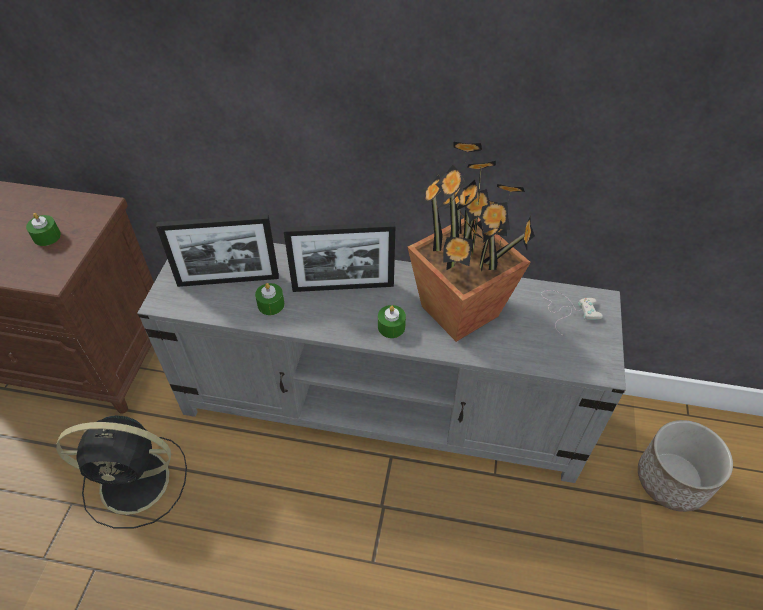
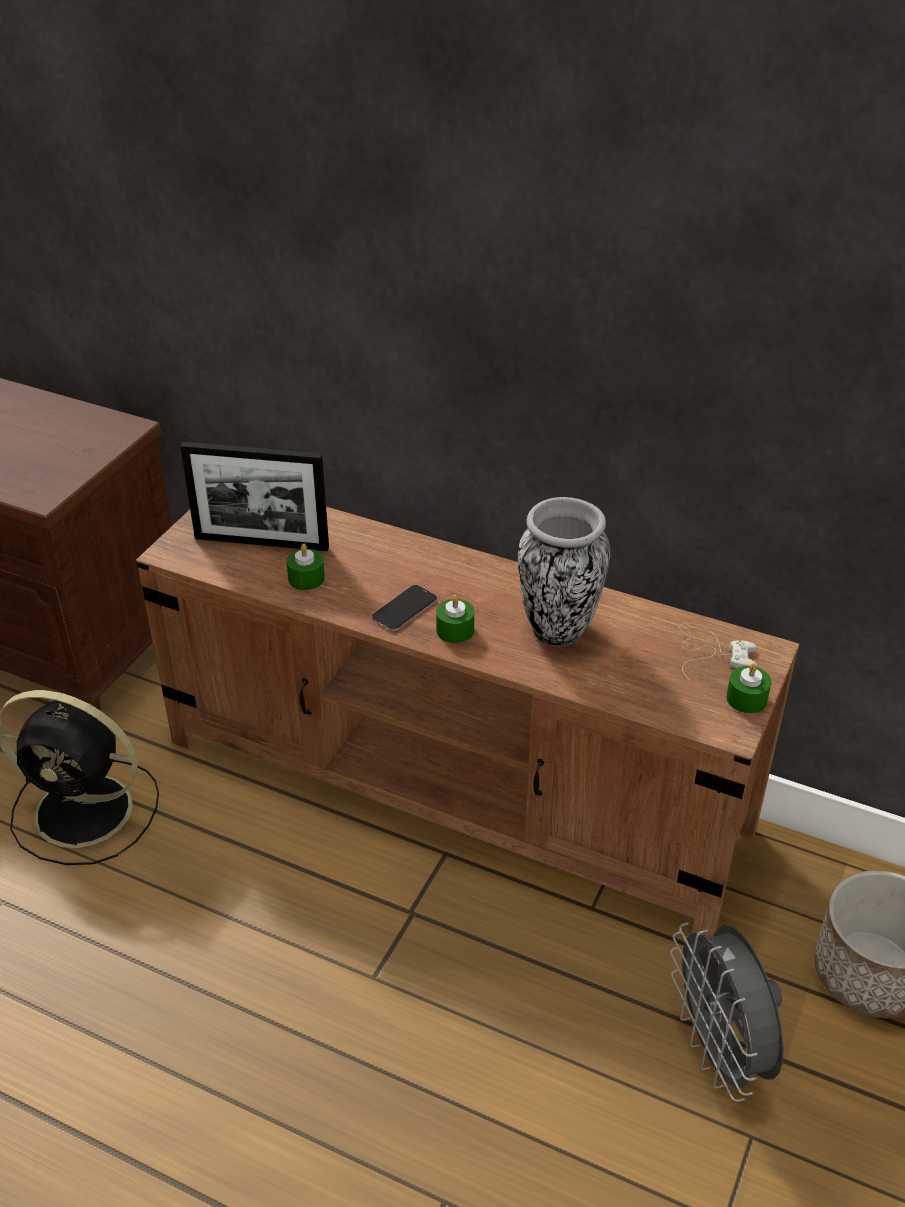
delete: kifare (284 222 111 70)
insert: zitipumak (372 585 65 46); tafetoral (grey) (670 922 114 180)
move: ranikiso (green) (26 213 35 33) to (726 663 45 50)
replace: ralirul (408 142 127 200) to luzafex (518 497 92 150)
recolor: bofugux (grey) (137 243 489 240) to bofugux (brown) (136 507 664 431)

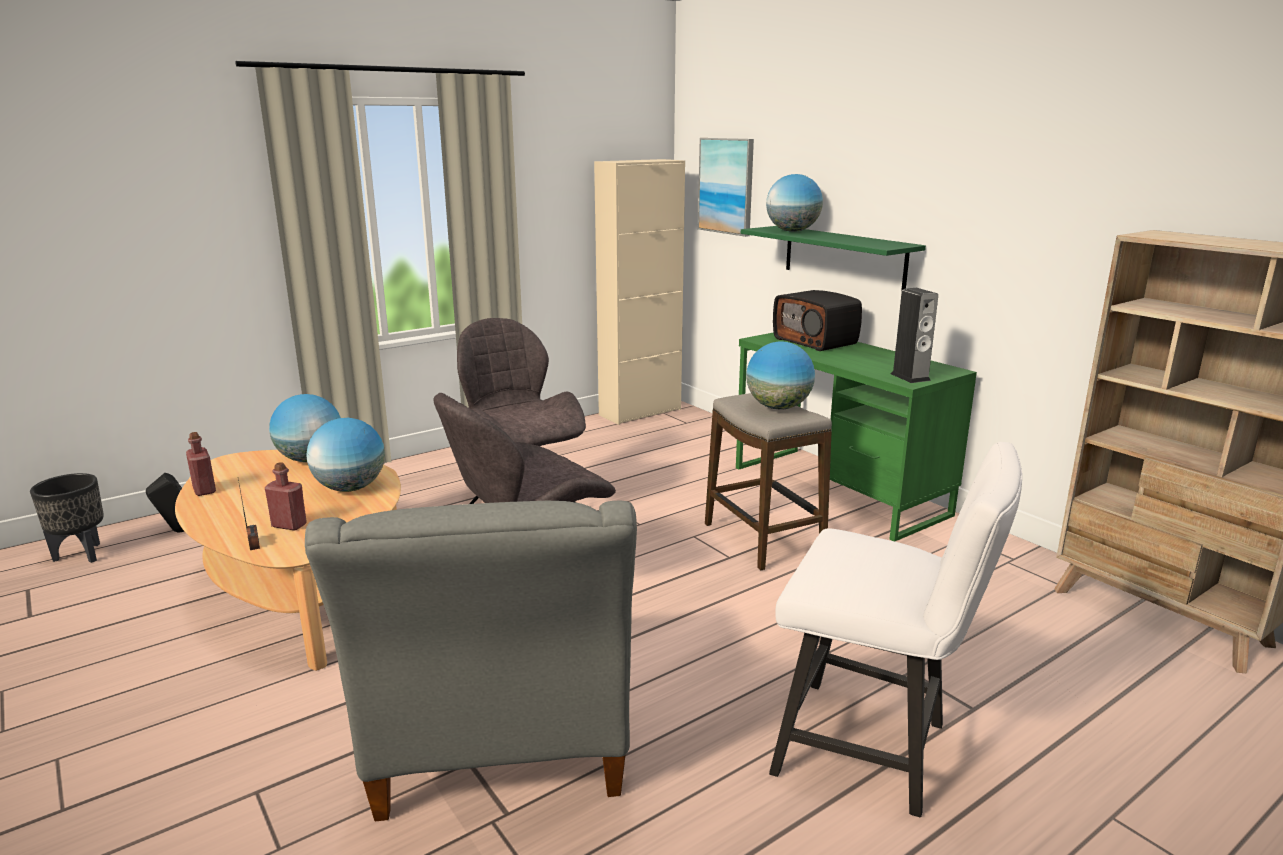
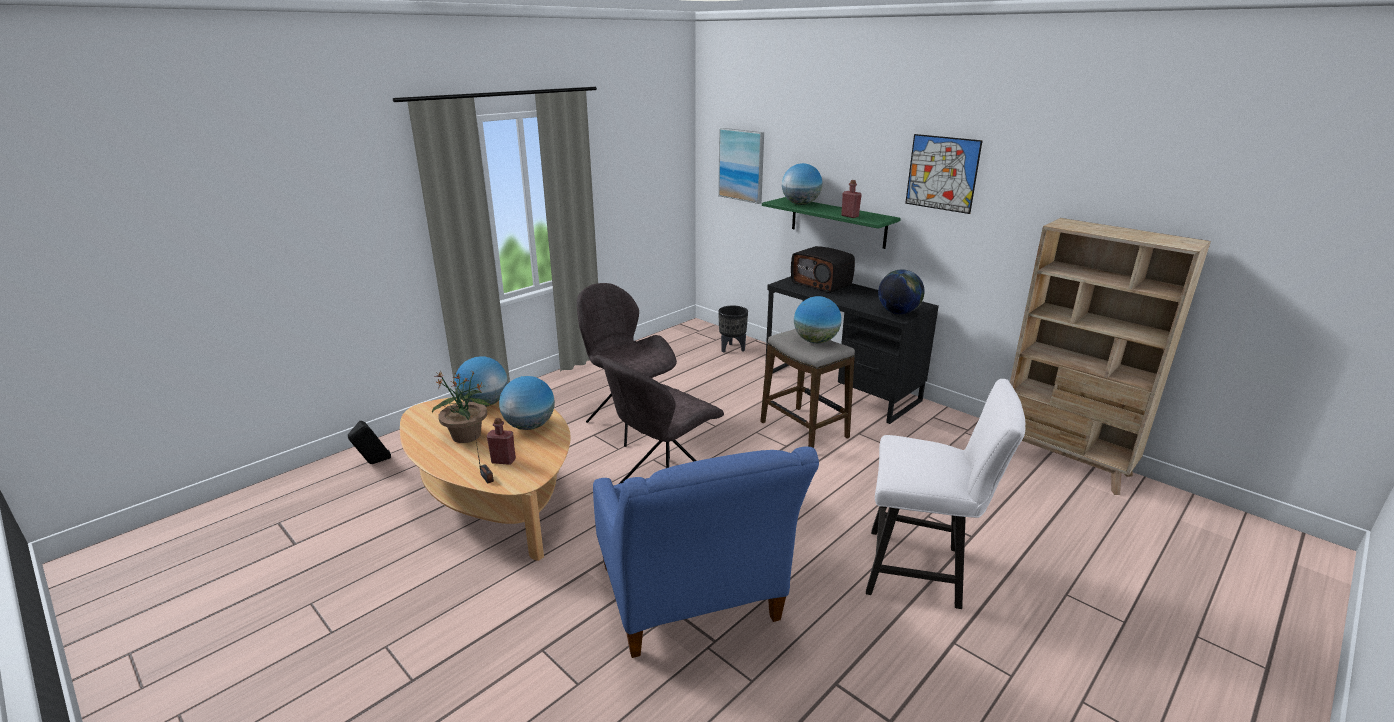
delete: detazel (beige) (594 159 91 266)
insert: ralirul (432 371 59 72); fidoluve (905 134 78 80)
move: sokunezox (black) (30 473 74 90) to (718 306 30 47); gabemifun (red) (186 432 30 64) to (841 180 21 38)
replace: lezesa (891 288 47 95) to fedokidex (878 269 47 45)
recolor: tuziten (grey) (305 501 332 320) to tuziten (blue) (593 446 226 212); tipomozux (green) (736 332 241 209) to tipomozux (black) (765 276 174 148)

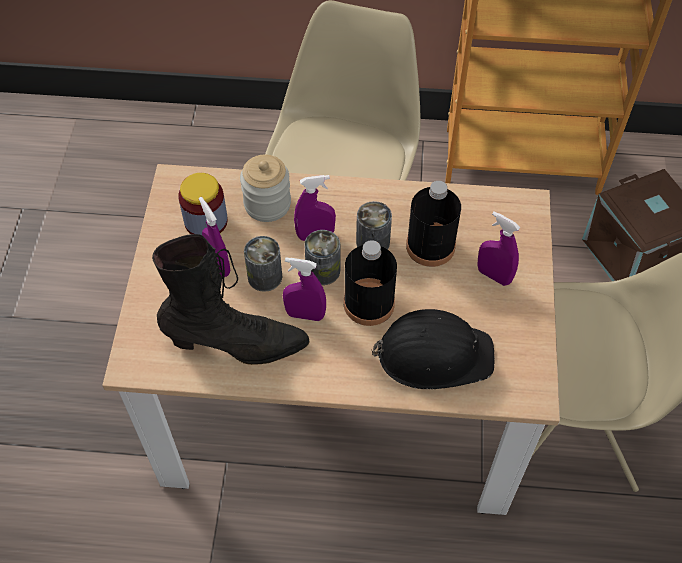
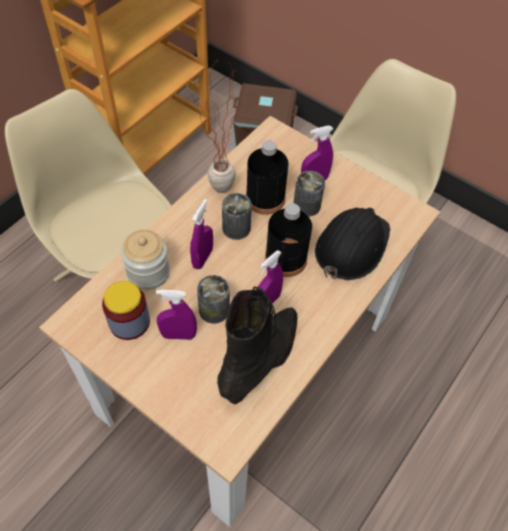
insert: ralirul (191 62 45 131)
move: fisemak (304 230 36 55) to (293 171 32 46)

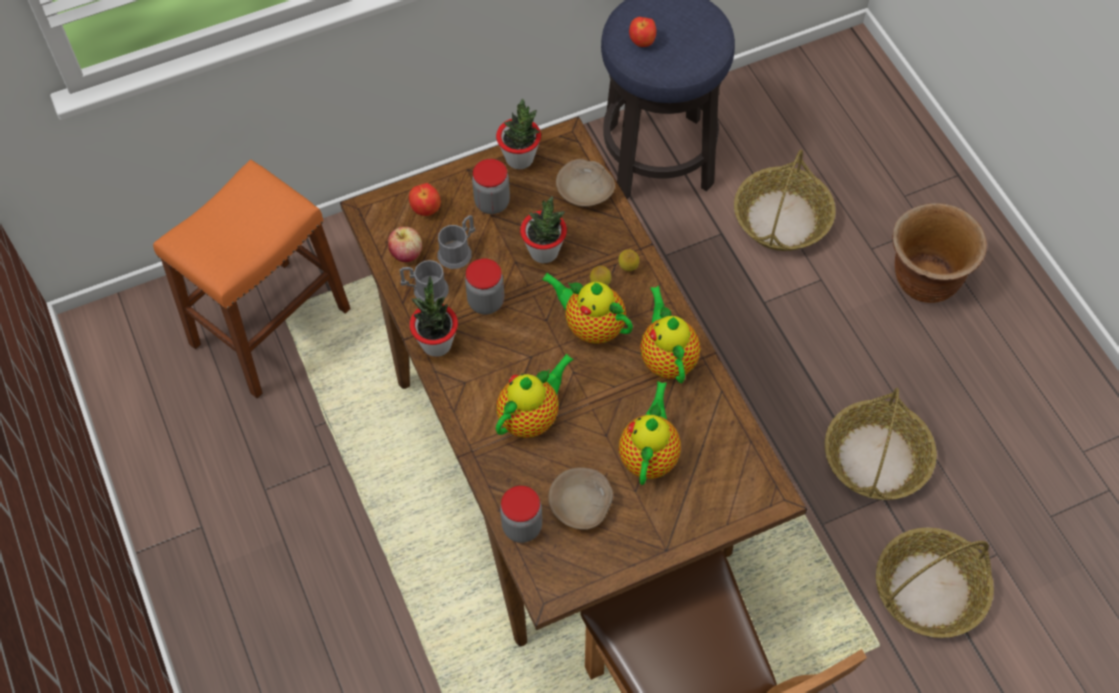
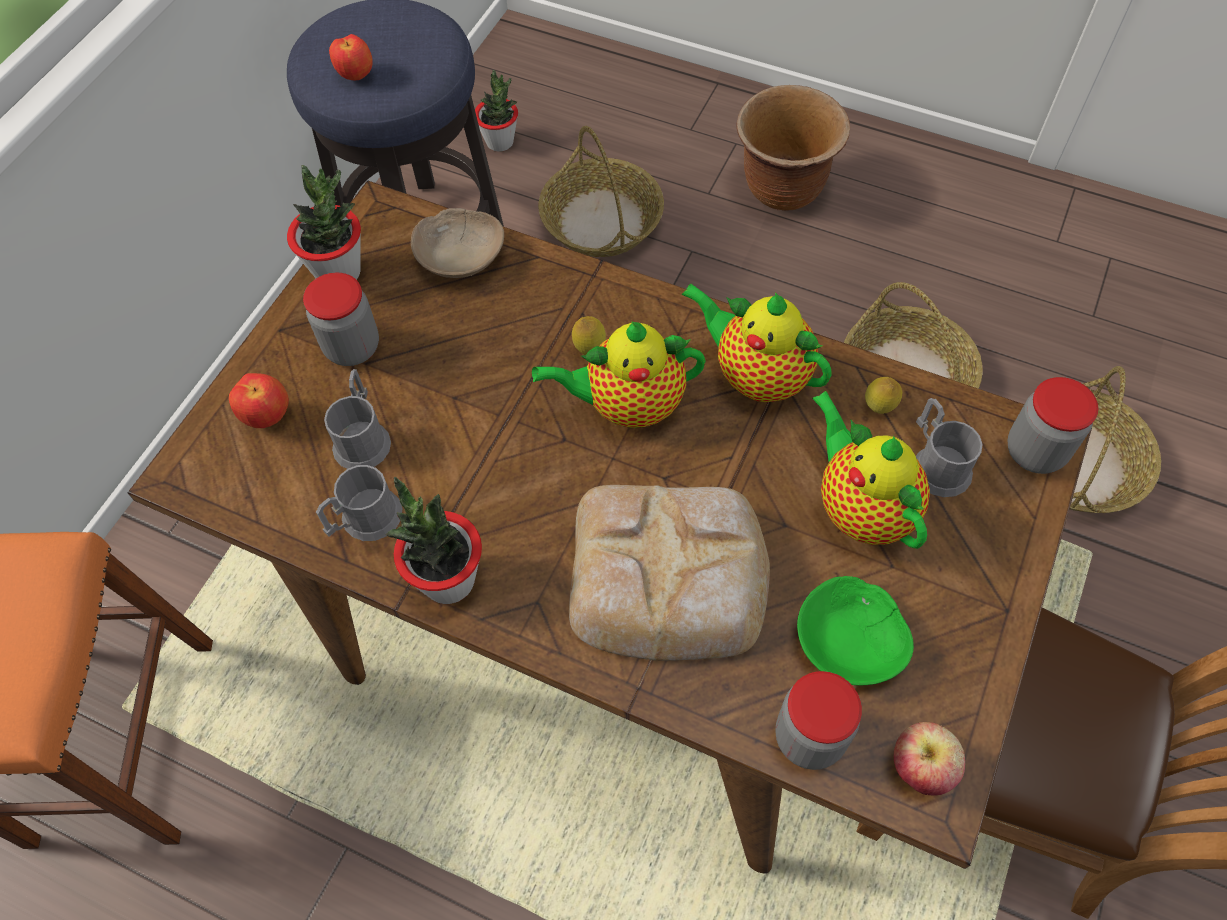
insert: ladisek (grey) (916 398 67 99)
move: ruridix (388 227 34 35) to (894 722 71 73); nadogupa (465 258 39 57) to (1007 377 91 97); ralirul (520 196 47 67) to (475 70 43 82); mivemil (618 250 21 21) to (865 377 37 37)
replace: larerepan (495 353 79 85) to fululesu (569 485 201 176)
recolor: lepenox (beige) (548 467 65 63) to lepenox (green) (797 576 117 110)

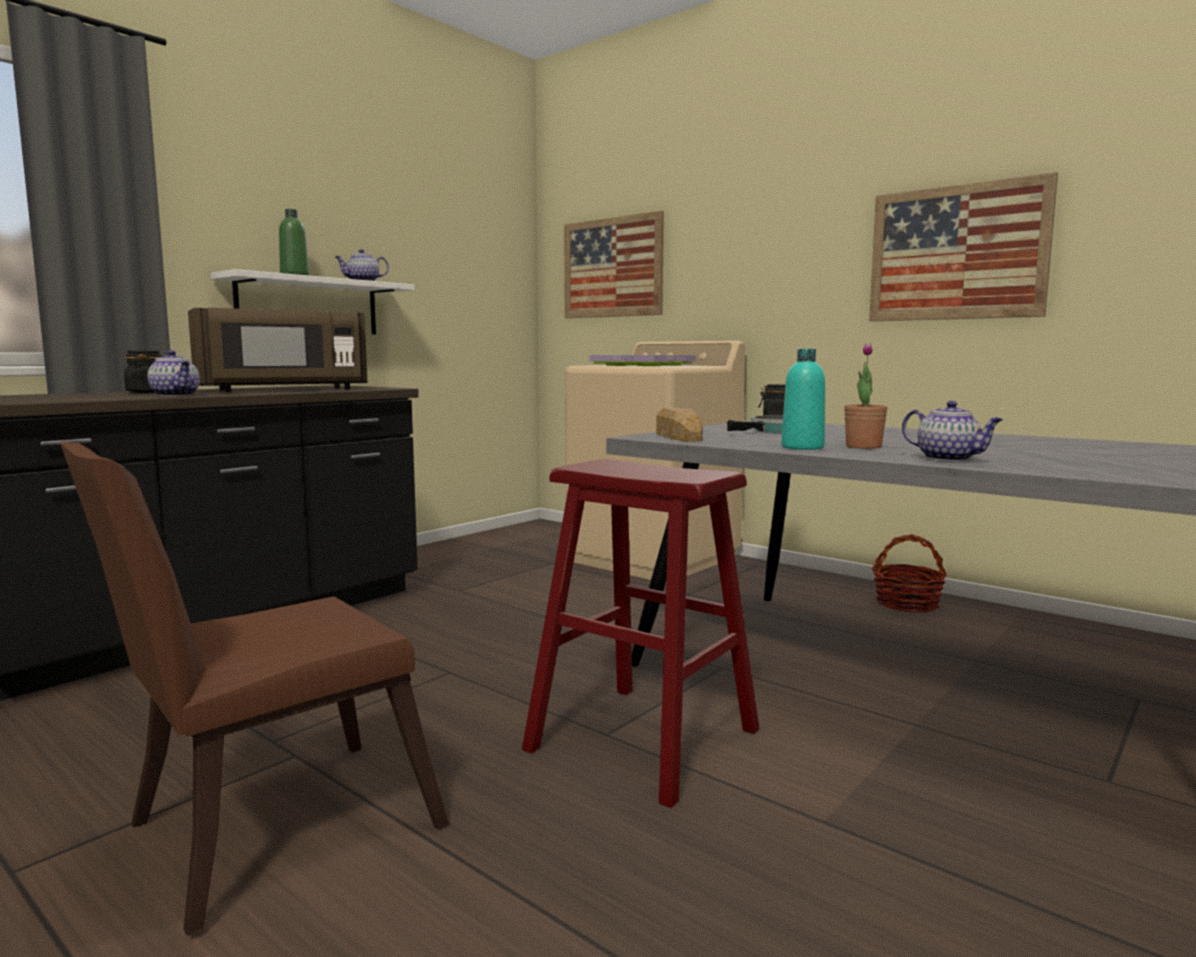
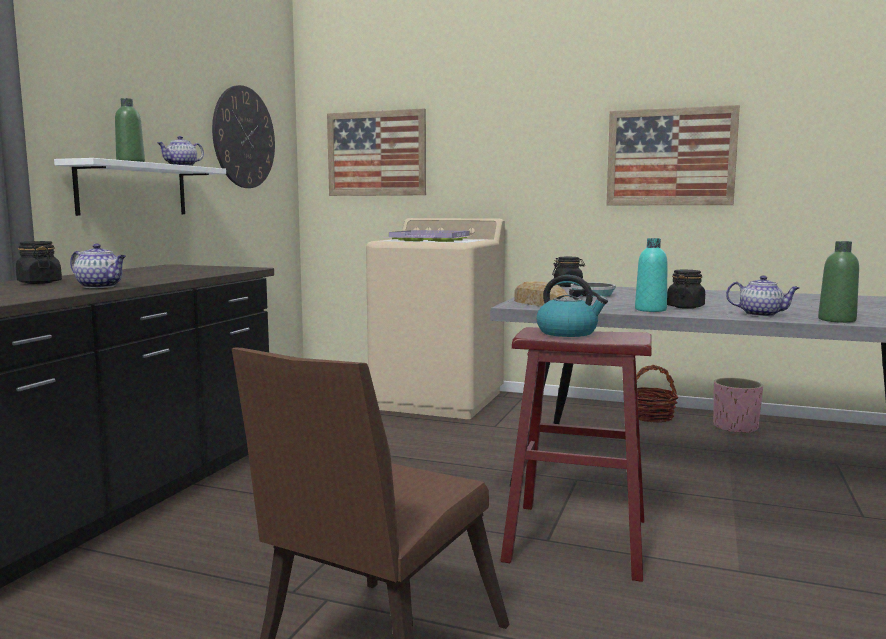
delete: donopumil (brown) (188 308 180 84)
insert: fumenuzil (212 85 63 103); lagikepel (536 275 72 62); sokunezox (pink) (713 378 50 57); gabemifun (green) (818 241 41 82)
replace: ralirul (844 343 44 106) to nadogupa (black) (667 270 38 39)

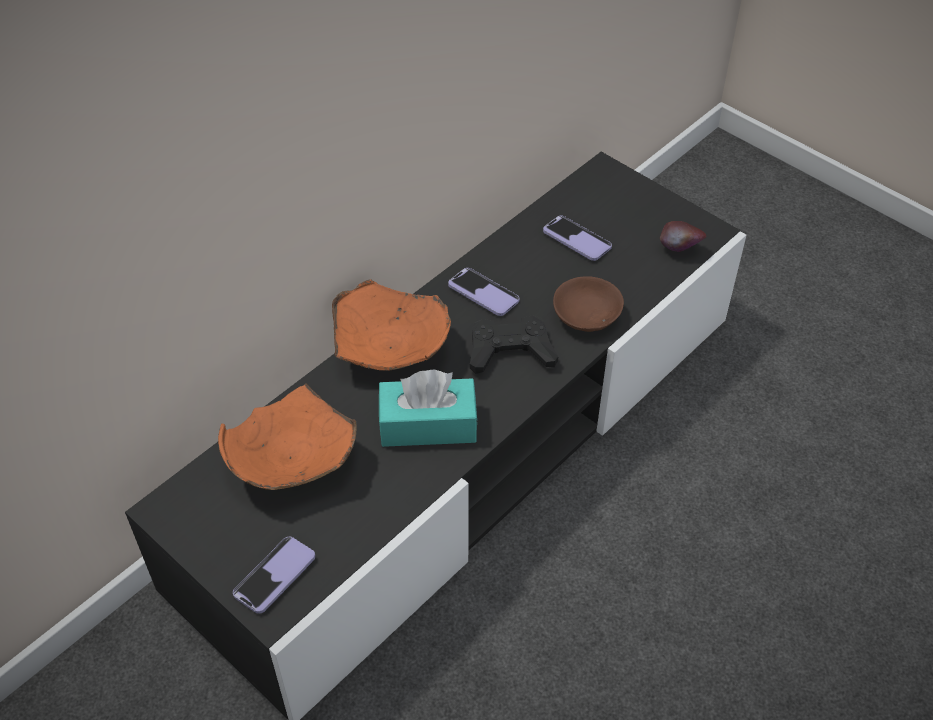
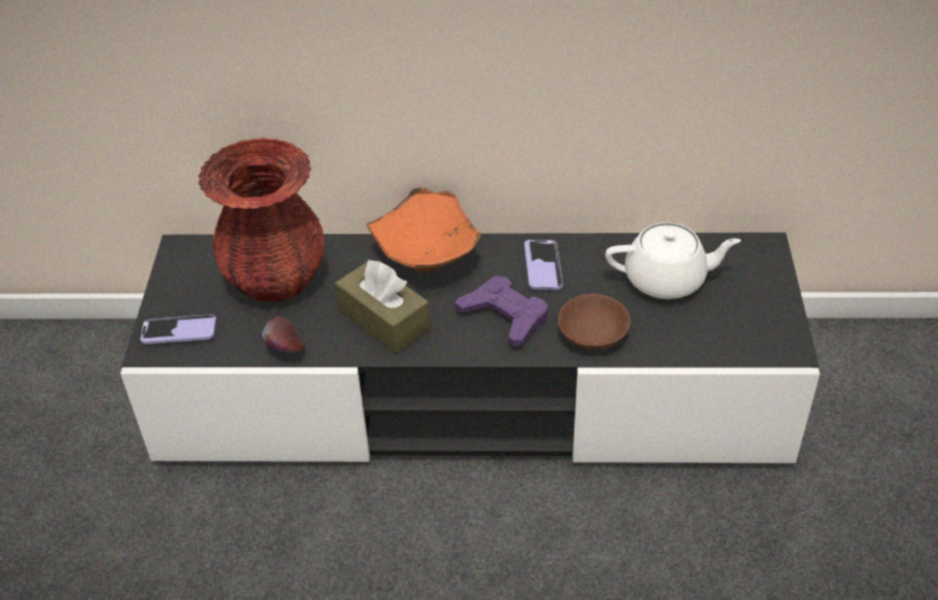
move: ruridix (660 221 47 31) to (262 316 43 37)
replace: lepenox (orange) (218 384 139 106) to luzafex (red) (198 138 127 164); zitipumak (543 216 69 45) to larerepan (white) (605 222 136 77)
recolor: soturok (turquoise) (379 370 99 77) to soturok (brown) (335 260 96 93); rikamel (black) (470 315 89 59) to rikamel (purple) (455 276 93 71)

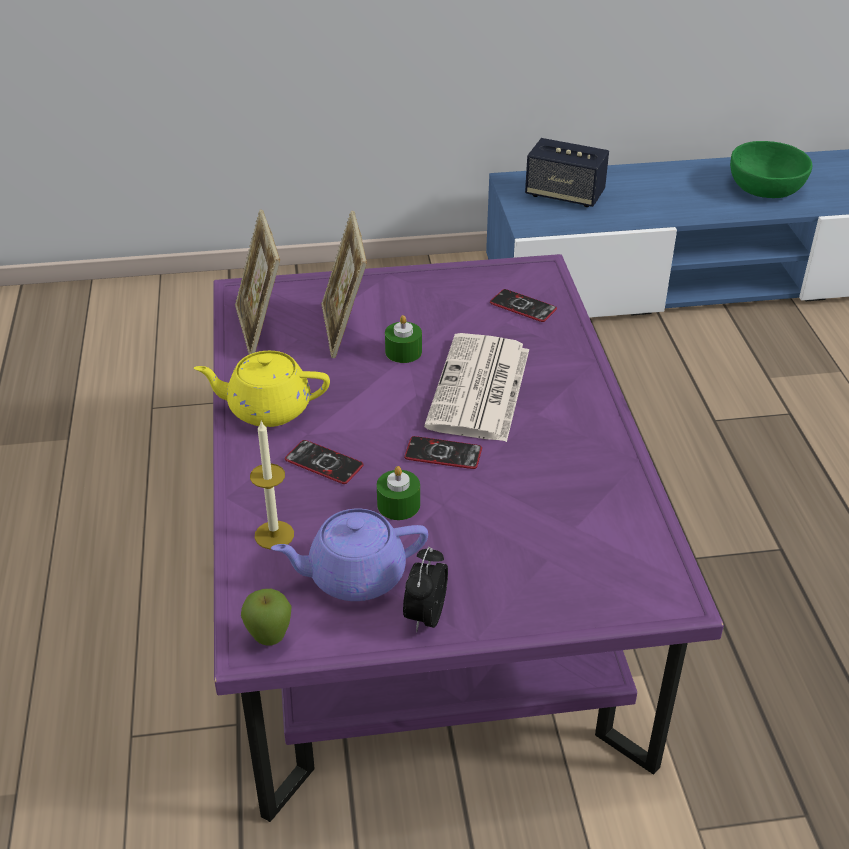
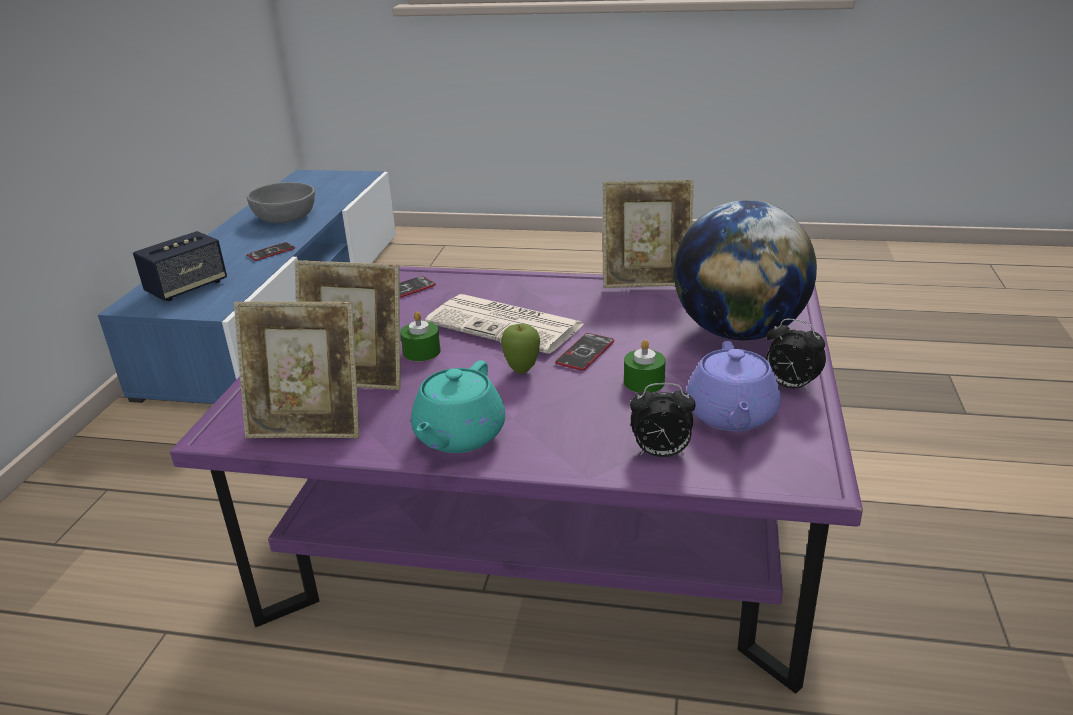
insert: kifare (603 180 91 108); fedokidex (674 200 143 140)
move: ruridix (241 589 51 57) to (501 324 39 50); zitipumak (285 440 79 44) to (247 242 48 19)
replace: ranikiso (250 420 44 129) to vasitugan (630 383 66 74)
recolor: larerepan (yellow) (194 351 136 76) to larerepan (turquoise) (411 360 94 93); lepenox (green) (730 141 82 57) to lepenox (grey) (247 182 68 41)

